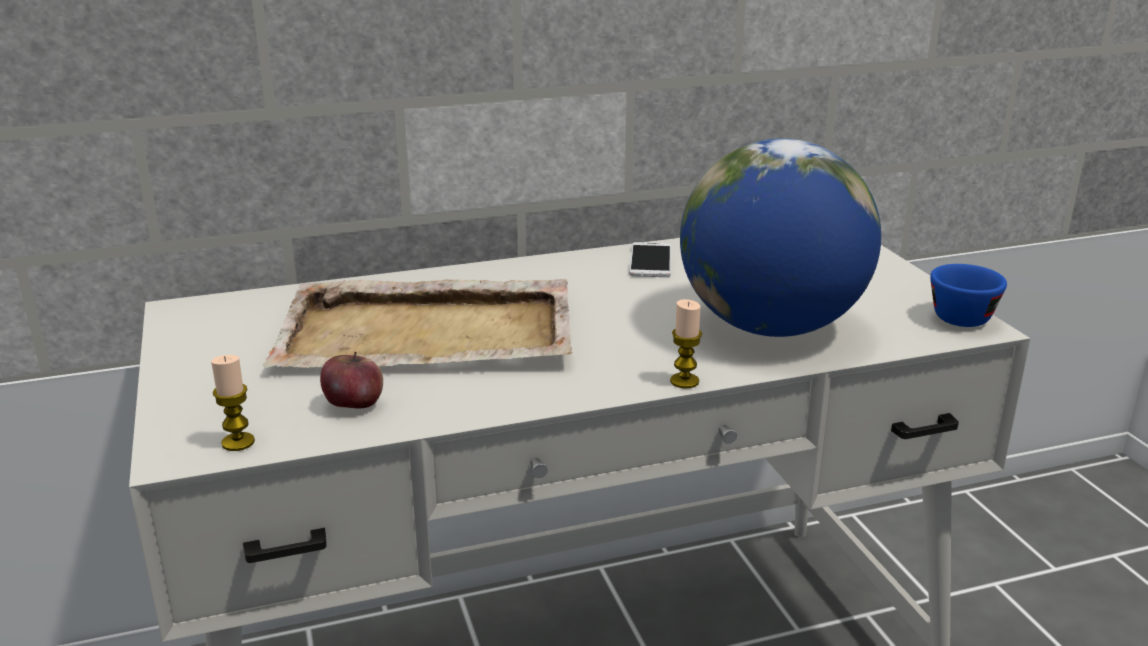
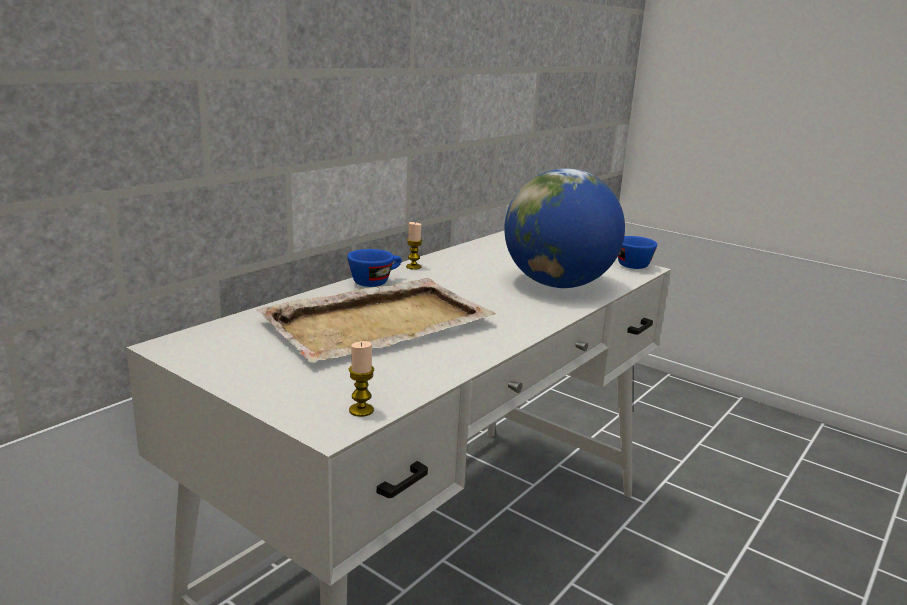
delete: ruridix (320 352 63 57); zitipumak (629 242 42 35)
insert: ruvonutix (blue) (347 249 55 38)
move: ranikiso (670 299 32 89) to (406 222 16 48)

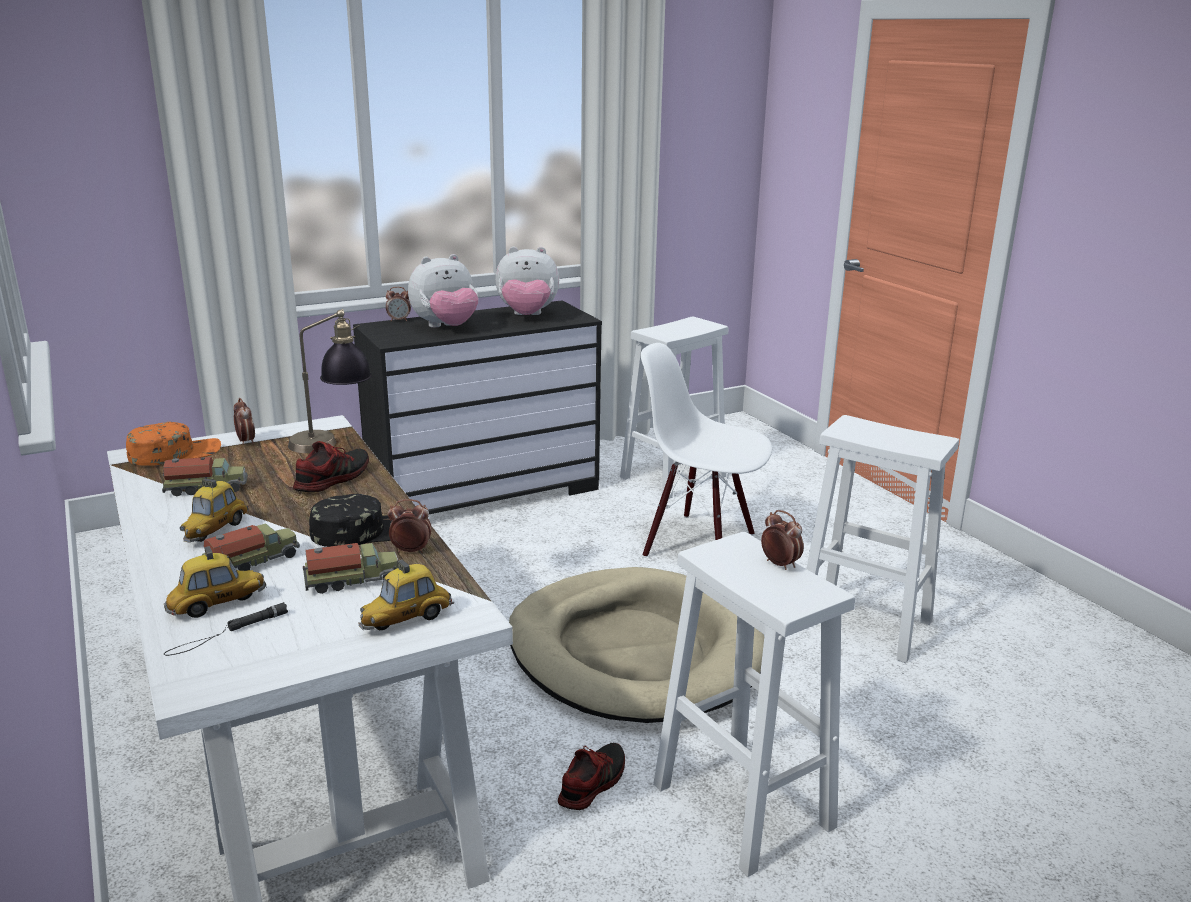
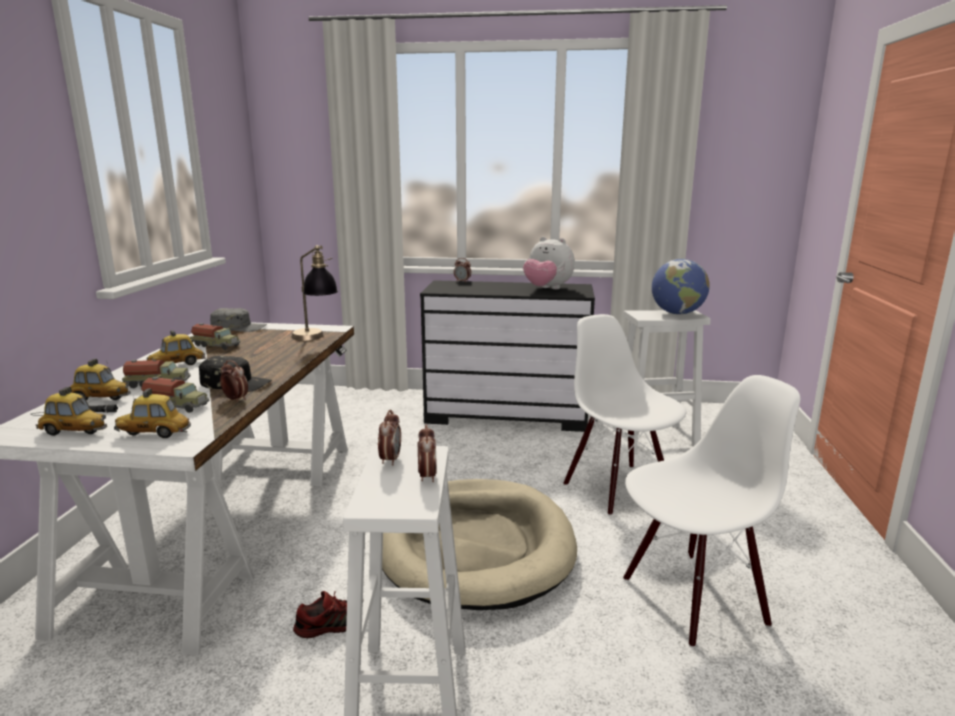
delete: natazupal (293 441 76 51); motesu (408 254 71 74)
insert: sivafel (36 387 71 49); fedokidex (652 259 58 56)
move: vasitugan (233 398 22 47) to (378 410 23 56)
replace: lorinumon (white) (804 415 155 248) to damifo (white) (623 375 177 273)
recolor: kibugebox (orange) (126 422 95 44) to kibugebox (grey) (210 308 57 24)

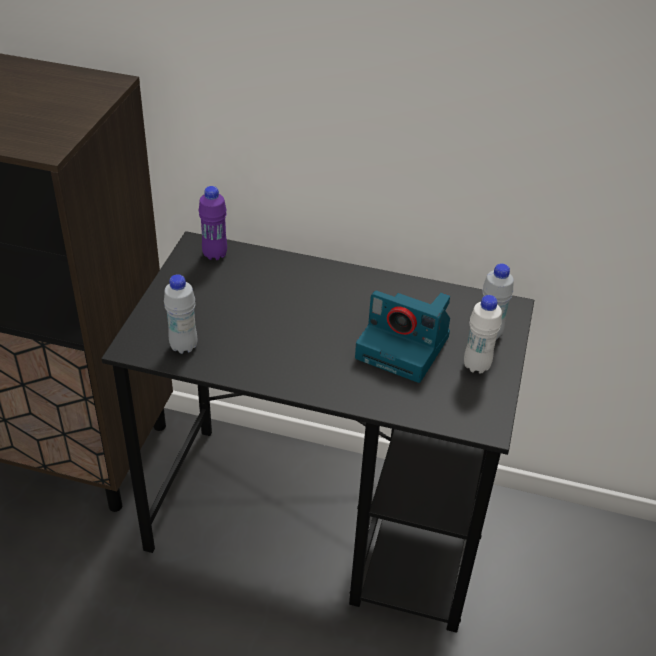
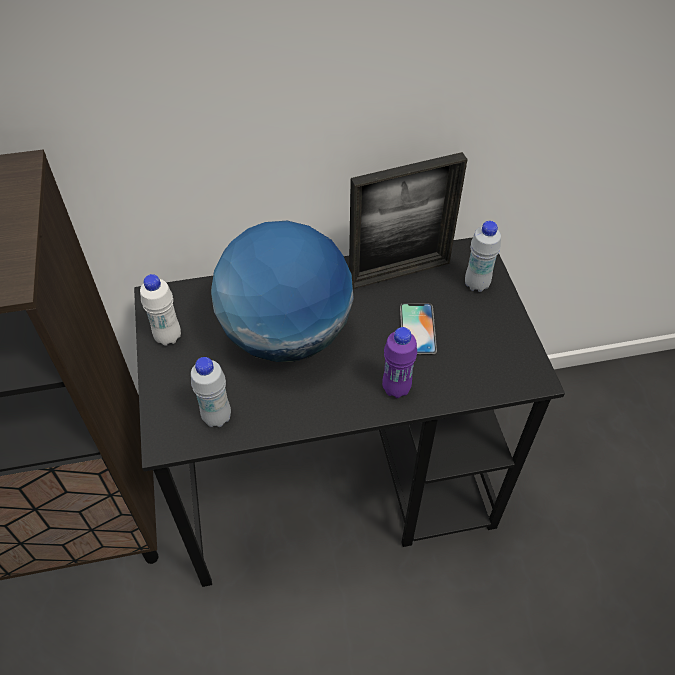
insert: fedokidex (211 221 143 141); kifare (349 152 119 137)
move: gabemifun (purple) (199 186 28 74) to (382 327 35 71); gabemifun (white) (464 295 38 79) to (140 274 41 72)
replace: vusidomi (355 290 95 93) to zitipumak (400 303 37 51)

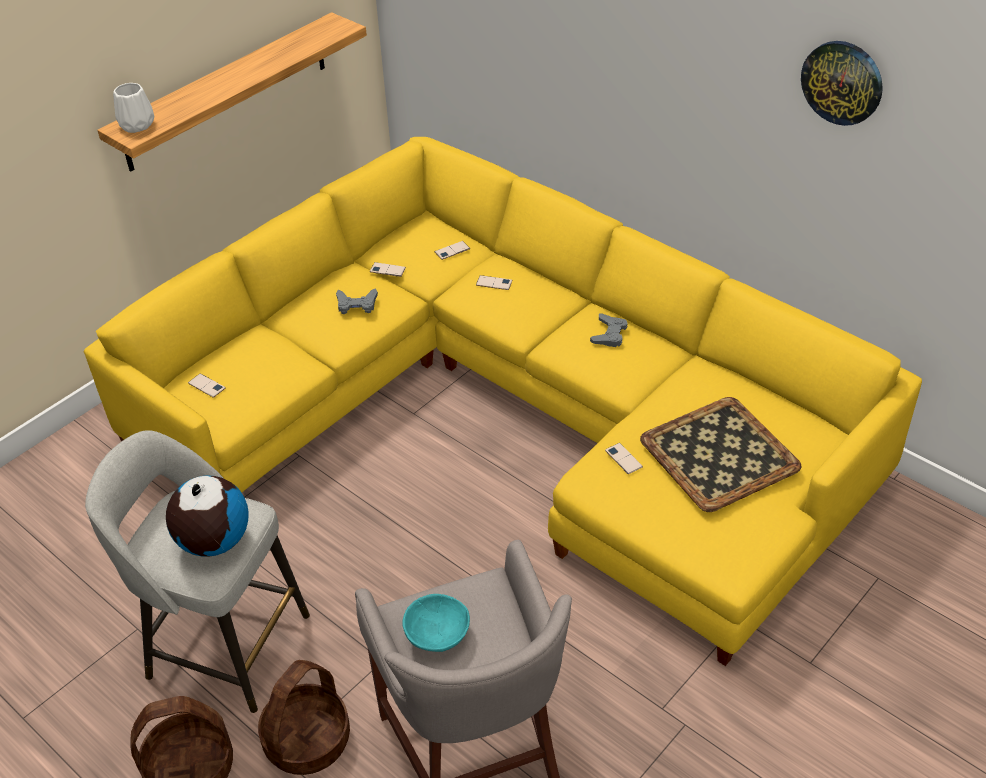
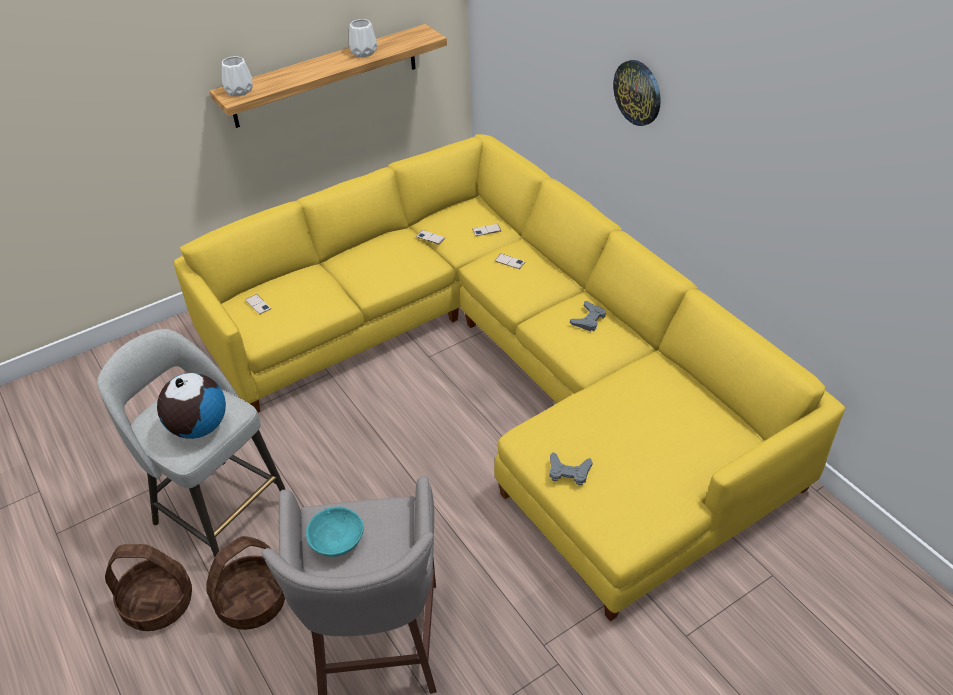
delete: zitipumak (605 443 38 31); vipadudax (640 397 161 115)
insert: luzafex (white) (349 19 28 38)
move: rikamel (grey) (336 289 42 25) to (550 452 43 34); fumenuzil (801 41 82 85) to (613 60 48 66)

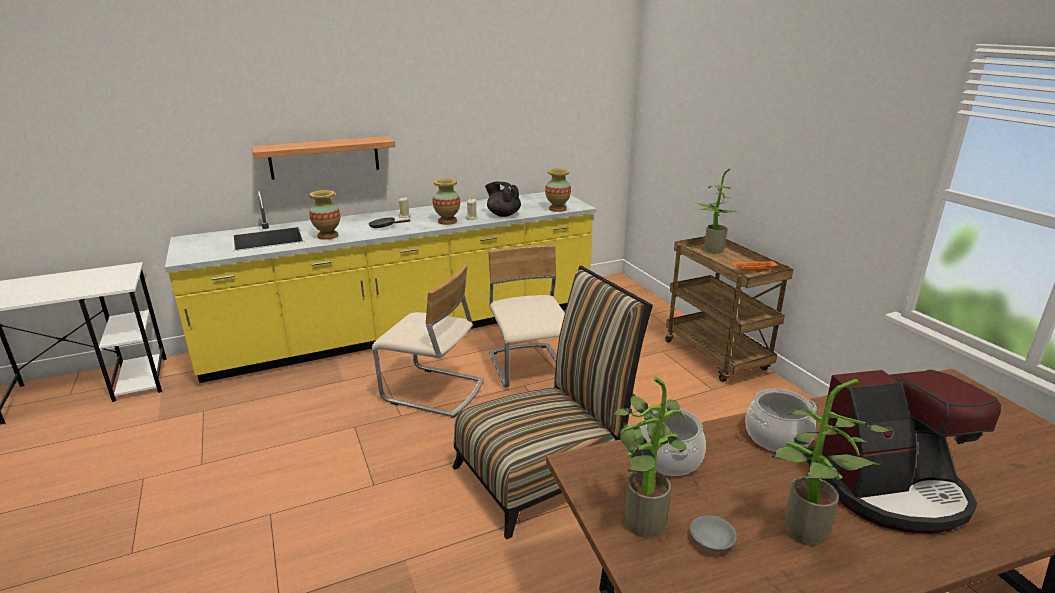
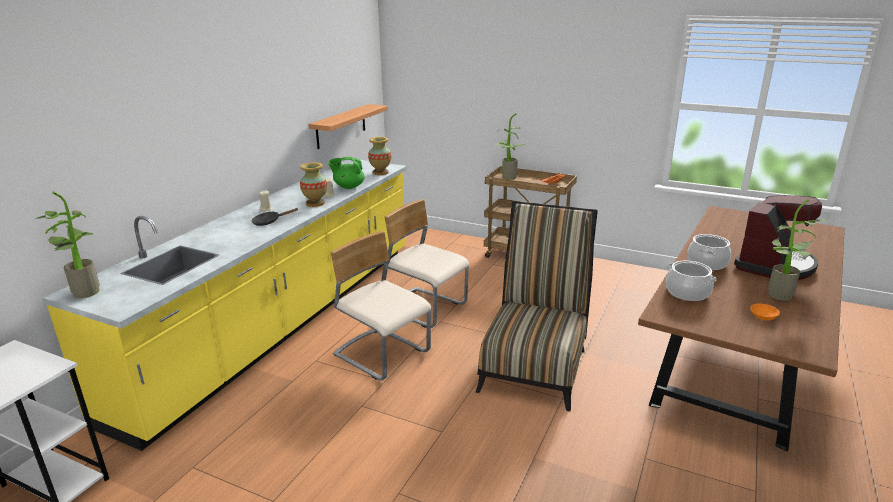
delete: luzafex (309 190 31 50)
move: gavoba (252 136 144 44) to (309 104 79 45); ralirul (614 377 72 161) to (34 191 66 107)
recolor: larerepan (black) (485 181 36 36) to larerepan (green) (328 157 37 32); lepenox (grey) (690 515 47 37) to lepenox (orange) (750 303 30 17)
rotate: damifo (beige) (372 264 112 154) = (331 231 100 150) 120 degrees counterclockwise

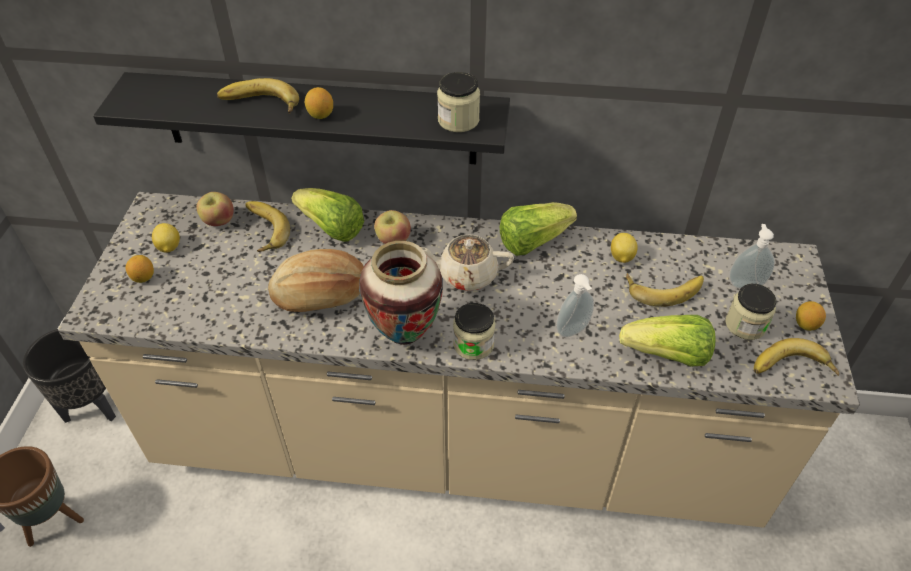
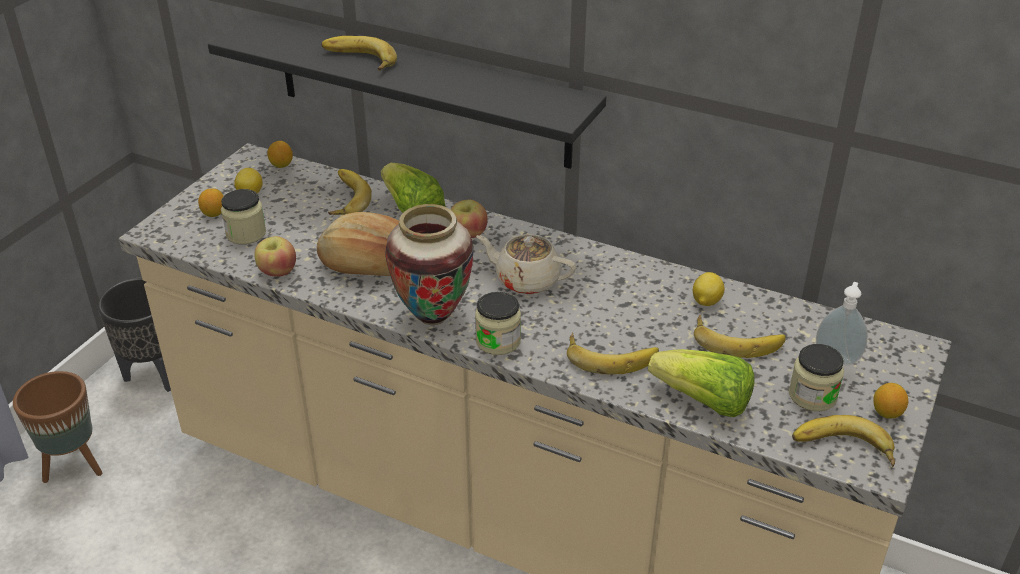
delete: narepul (500 202 77 54)
move: ruridix (196 192 38 34) to (254 236 42 41); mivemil (305 87 28 32) to (267 141 26 27); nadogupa (437 72 43 60) to (221 189 45 55)
replace: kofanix (556 274 38 63) to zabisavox (567 333 92 41)

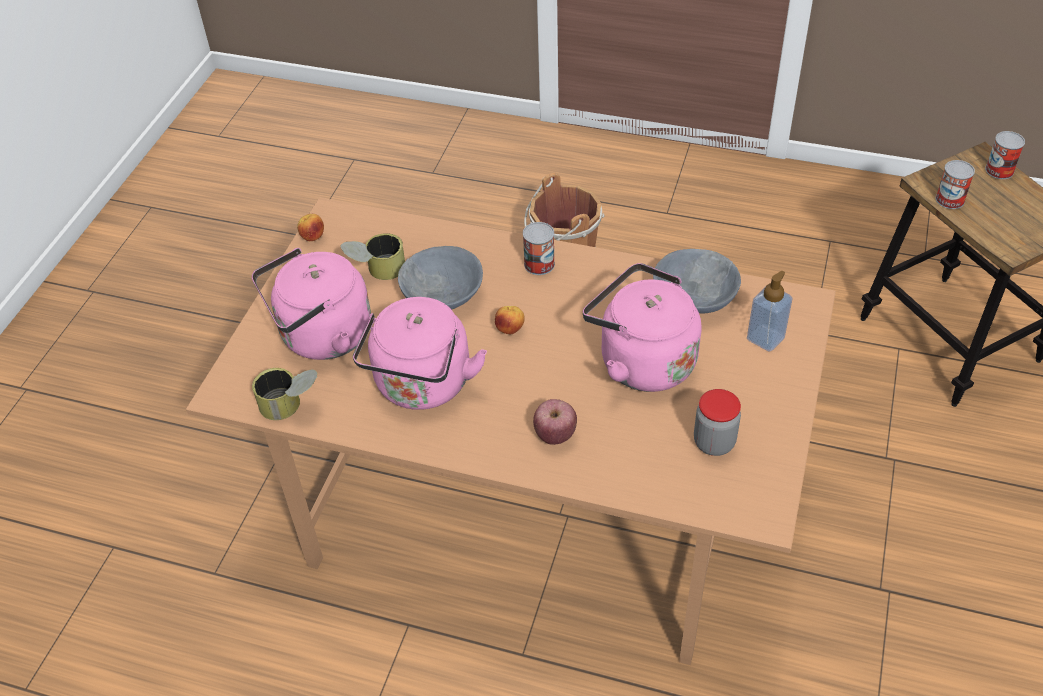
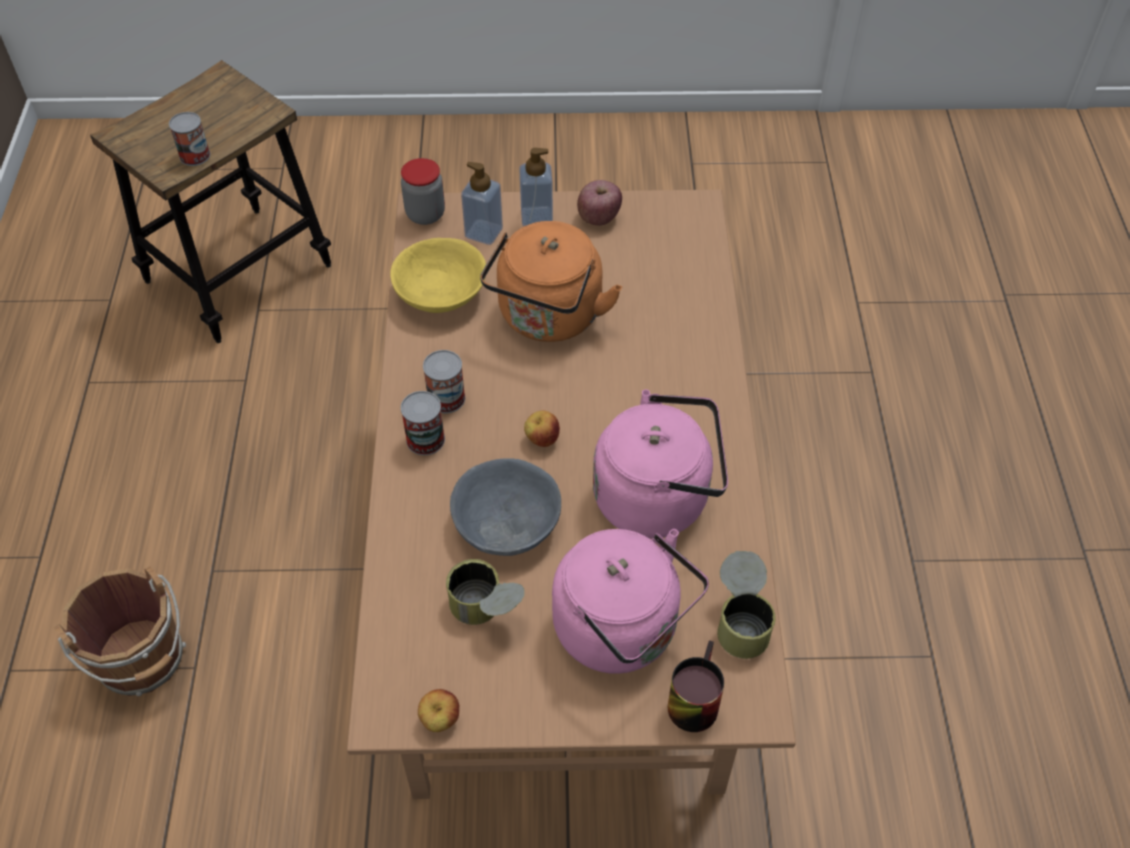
insert: kofanix (519 148 34 78); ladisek (668 640 56 92)
move: ruridix (533 399 44 46) to (577 180 45 46); nadogupa (694 389 47 67) to (401 158 44 67); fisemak (985 131 40 48) to (423 350 42 63)
recolor: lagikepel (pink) (583 263 118 129) to lagikepel (orange) (480 221 142 121); lepenox (grey) (653 249 88 64) to lepenox (yellow) (390 238 96 75)

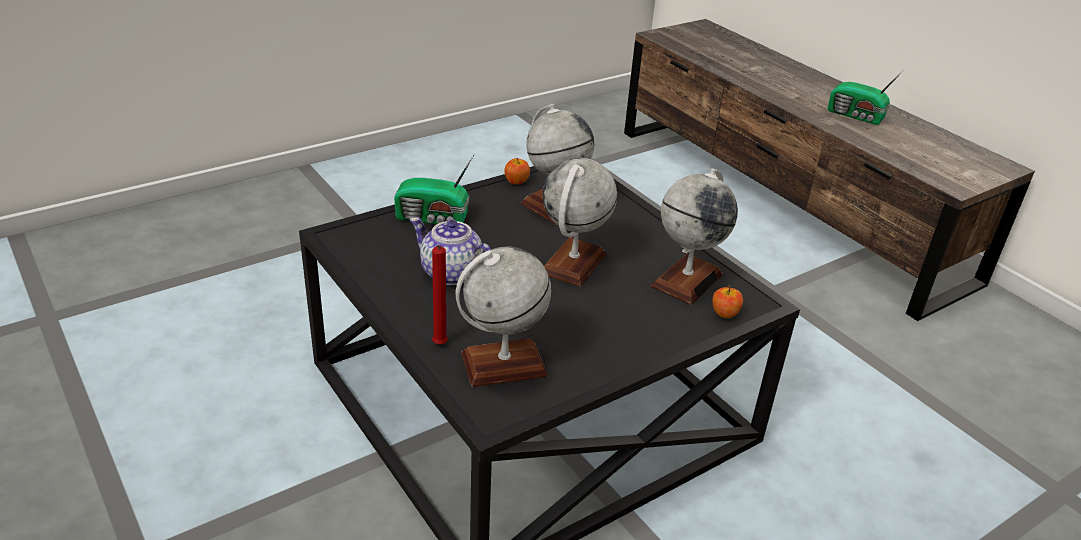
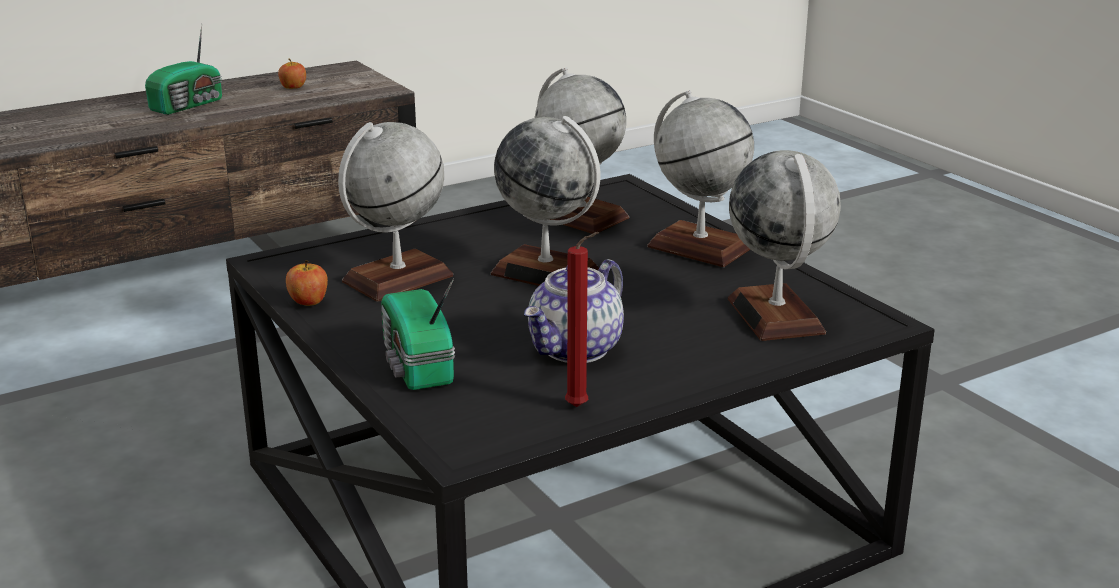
insert: fedokidex (647 90 107 177)
move: ranikiso (red) (432 245 16 99) to (565 232 34 175); ruridix (712 285 31 33) to (278 59 28 30)
rotate: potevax (394 155 80 69) = (381 278 74 112) 150 degrees clockwise

